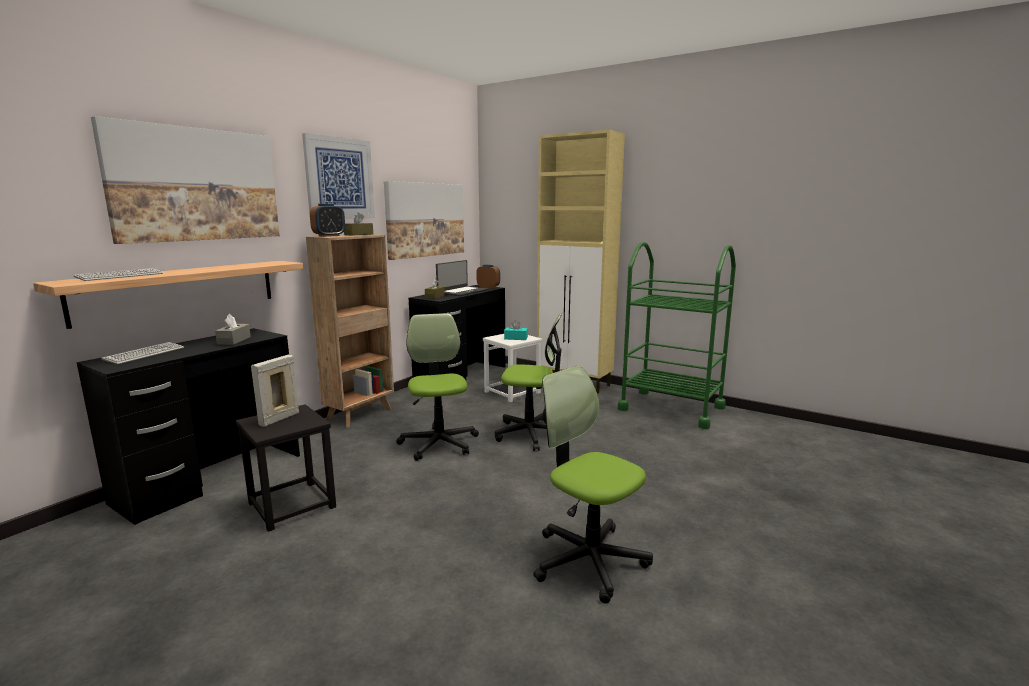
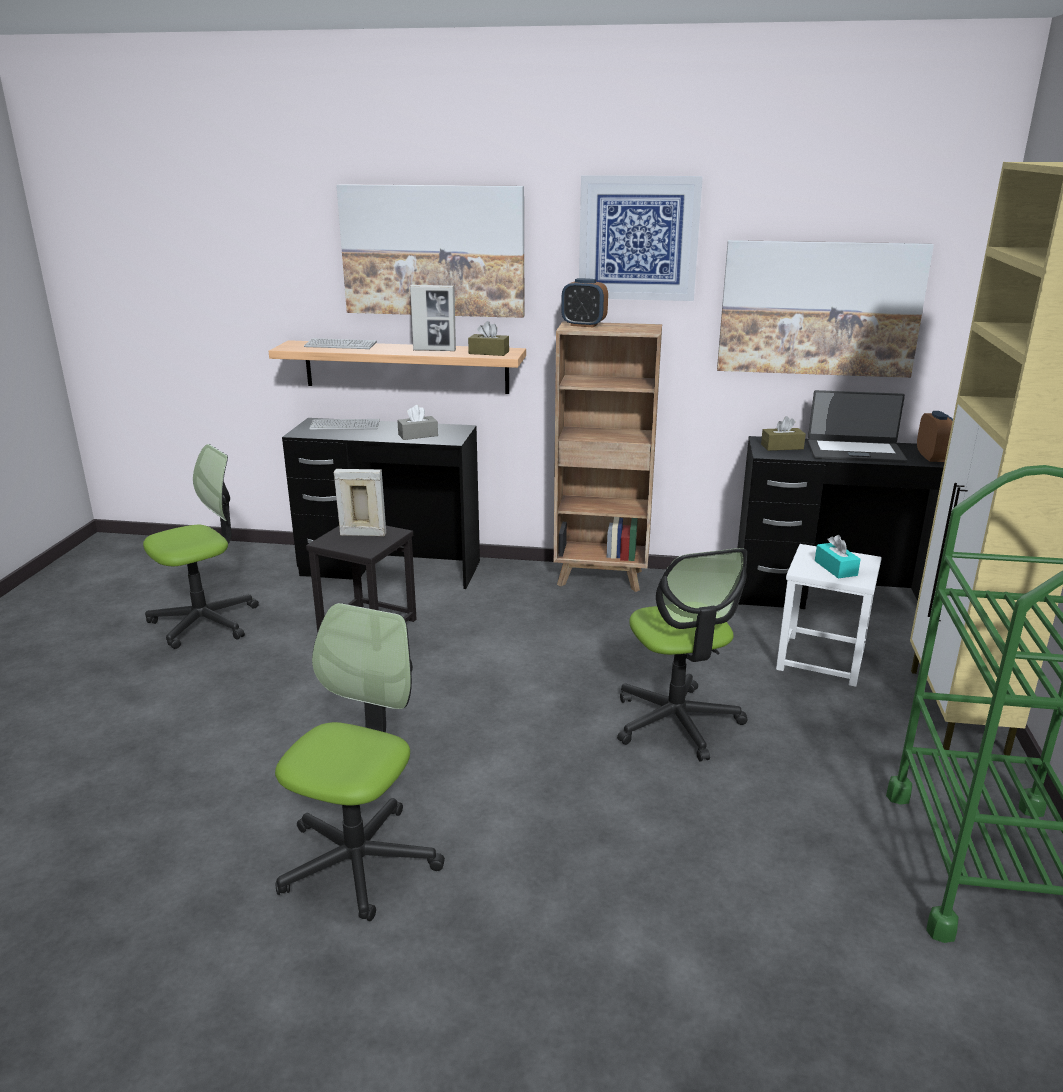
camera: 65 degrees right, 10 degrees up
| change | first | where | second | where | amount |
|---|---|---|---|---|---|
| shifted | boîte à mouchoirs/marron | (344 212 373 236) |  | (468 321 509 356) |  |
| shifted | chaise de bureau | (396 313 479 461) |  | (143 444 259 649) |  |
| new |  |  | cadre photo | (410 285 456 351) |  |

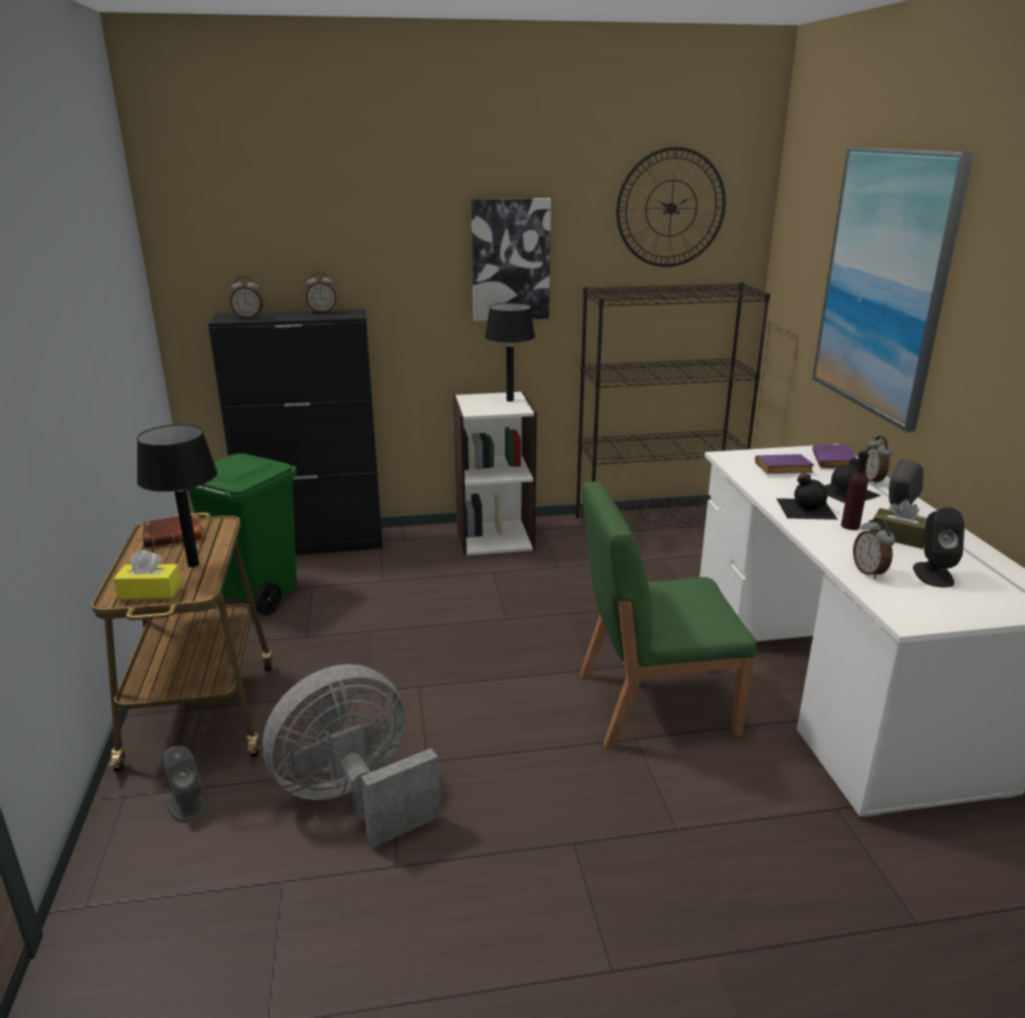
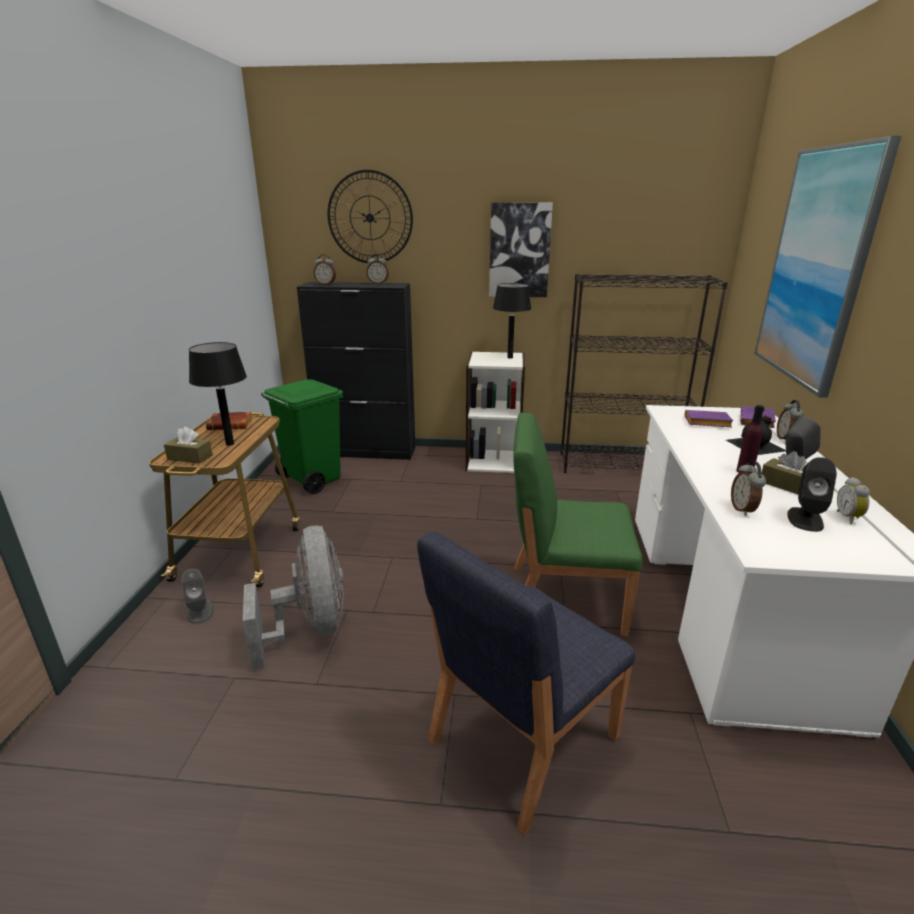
camera: 15 degrees right, 0 degrees up
| change | first | where | second | where | amount |
|---|---|---|---|---|---|
| repainted | boîte à mouchoirs/jaune | (113 550 182 599) | boîte à mouchoirs/marron | (164 427 213 464) |  |
| rotated | ventilateur/gris | (263 664 441 847) |  | (243 526 344 669) | 90 degrees clockwise |
| shifted | horloge murale | (616 147 726 267) |  | (327 170 413 263) |  |
| gone | bouteille/noir | (776 473 838 520) |  |  |  |
| new |  |  | chaise/bleu | (417 532 635 835) |  |
| new |  |  | réveil | (837 477 870 524) |  |

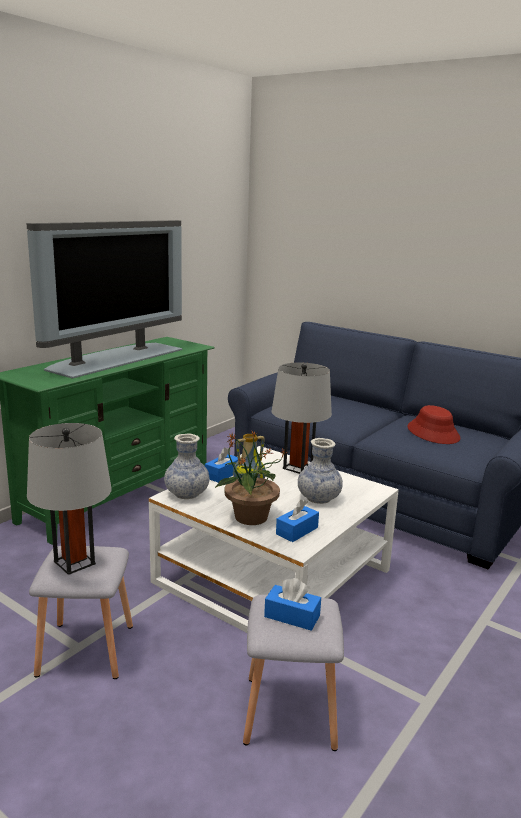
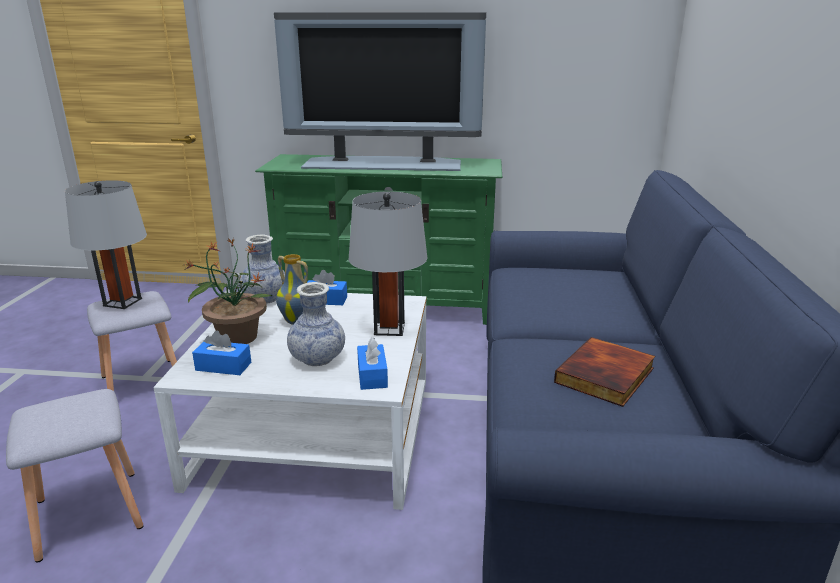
camera: 60 degrees right, 5 degrees up
| change | first | where | second | where | amount |
|---|---|---|---|---|---|
| shifted | boîte à mouchoirs/bleu | (264 578 321 631) |  | (357 337 388 390) |  |
| swapped | chapeau/rouge | (407 405 461 444) | livre | (554 337 655 407) |  |

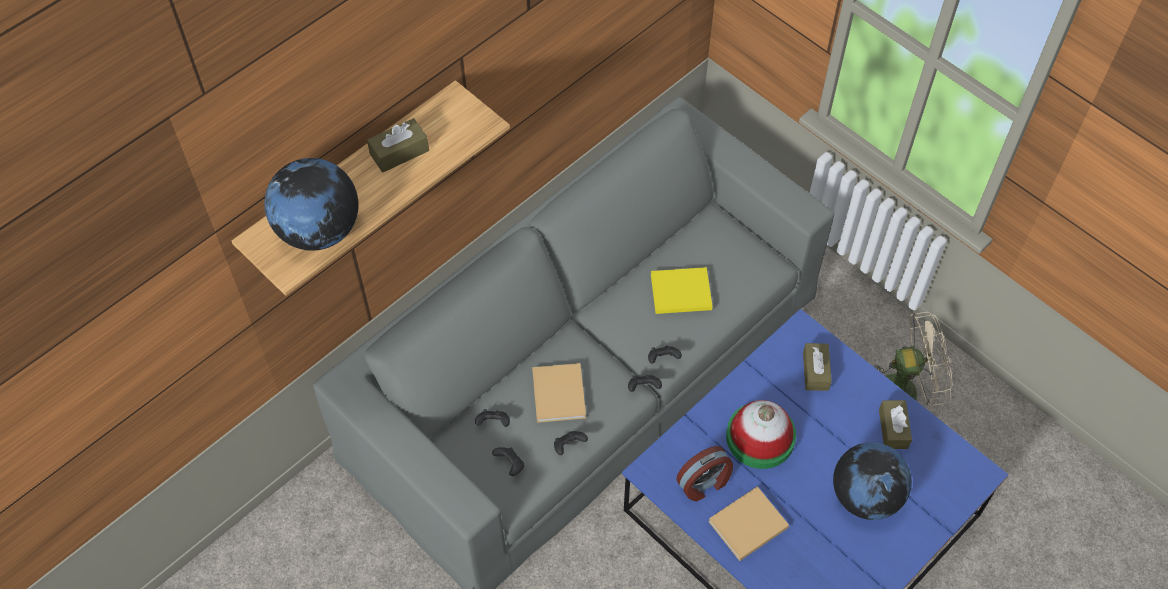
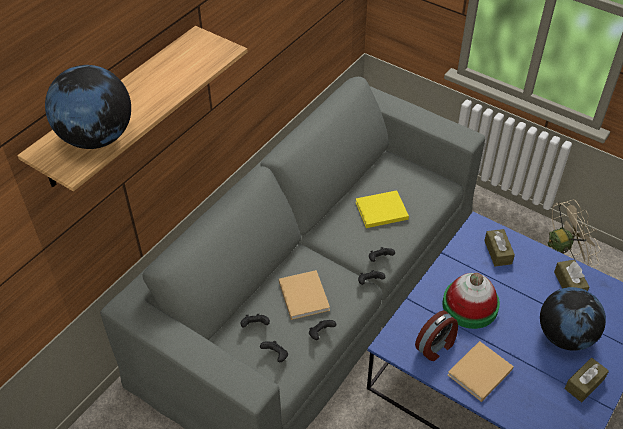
camera: 10 degrees left, 10 degrees down
| change | first | where | second | where | amount |
|---|---|---|---|---|---|
| shifted | boîte à mouchoirs/marron | (367 118 429 173) |  | (564 358 609 402) |  |

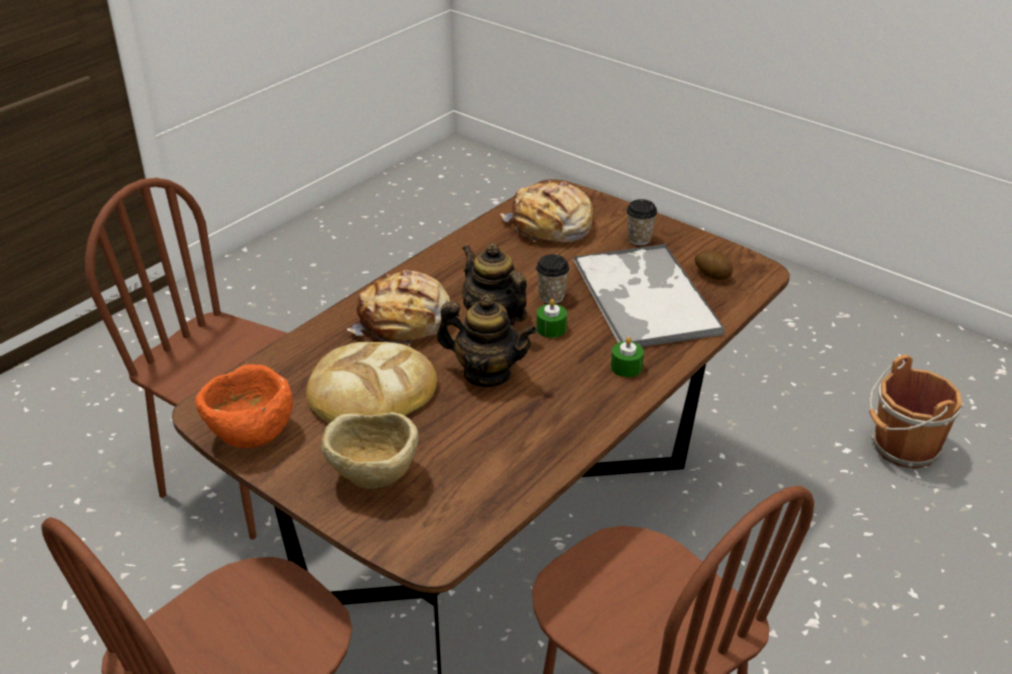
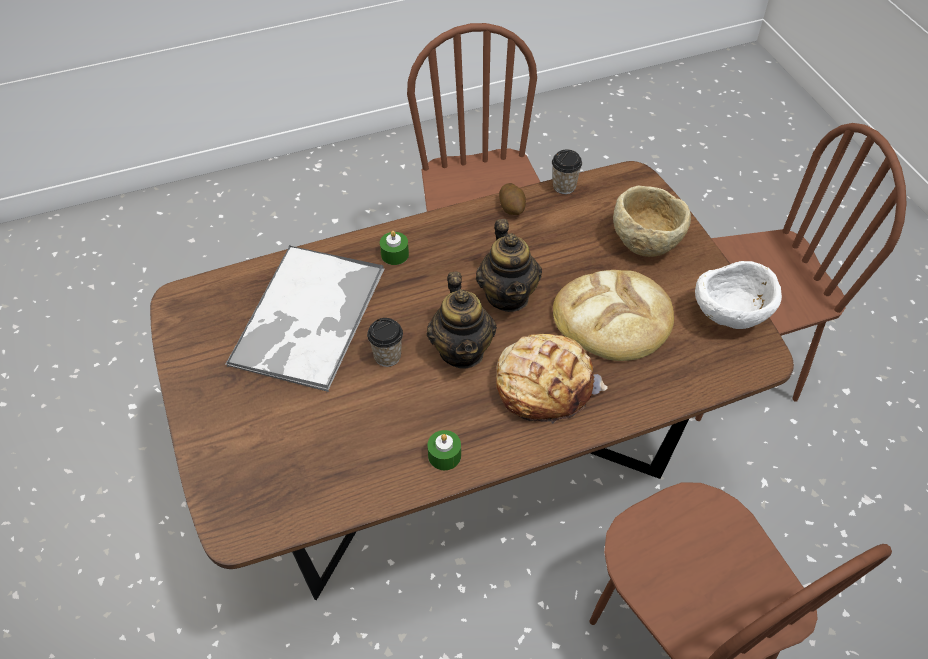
camera: 150 degrees left, 15 degrees up
| change | first | where | second | where | amount |
|---|---|---|---|---|---|
| repainted | bol/orange | (195 364 293 448) | bol/blanc | (695 261 782 329) |  |
| rotated | théière | (436 295 537 387) |  | (476 219 542 312) | 150 degrees counterclockwise |
| gone | pain | (500 180 593 243) |  |  |  |
| shifted | bougie/vert | (536 299 567 338) |  | (427 430 461 470) |  |
| shifted | tasse | (626 199 657 245) |  | (552 149 582 194) |  |
| shifted | pomme de terre | (695 250 733 280) |  | (499 183 526 215) |  |
| gone | seau/marron | (869 355 964 469) |  |  |  |

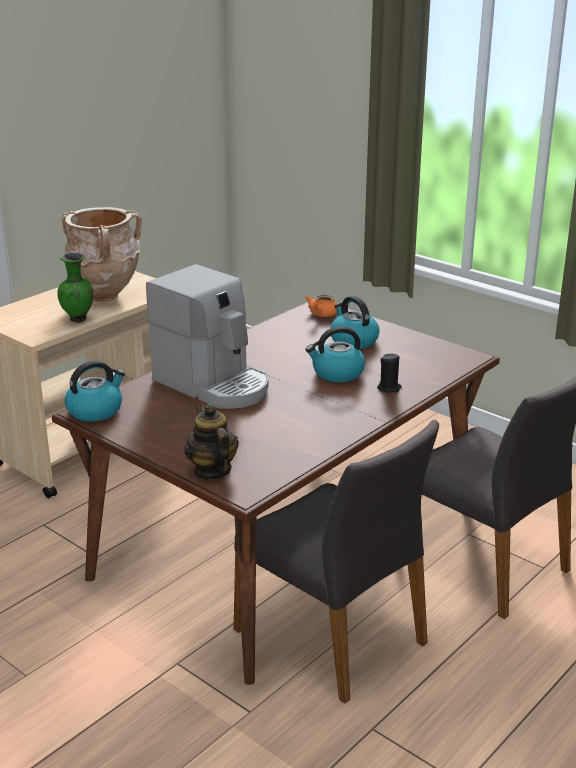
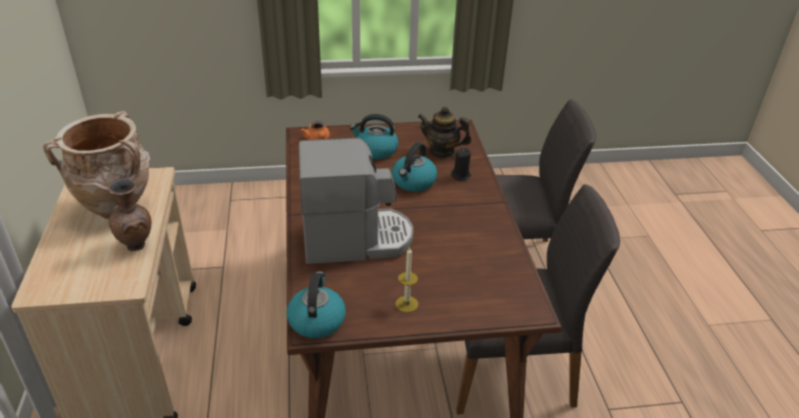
camera: 50 degrees left, 10 degrees up
| change | first | where | second | where | amount |
|---|---|---|---|---|---|
| repainted | vase/vert | (57 253 94 323) | vase/marron | (108 179 151 251) |  |
| shifted | théière | (184 404 239 480) |  | (418 107 471 158) |  |
| new |  |  | bougie | (396 247 418 313) |  |

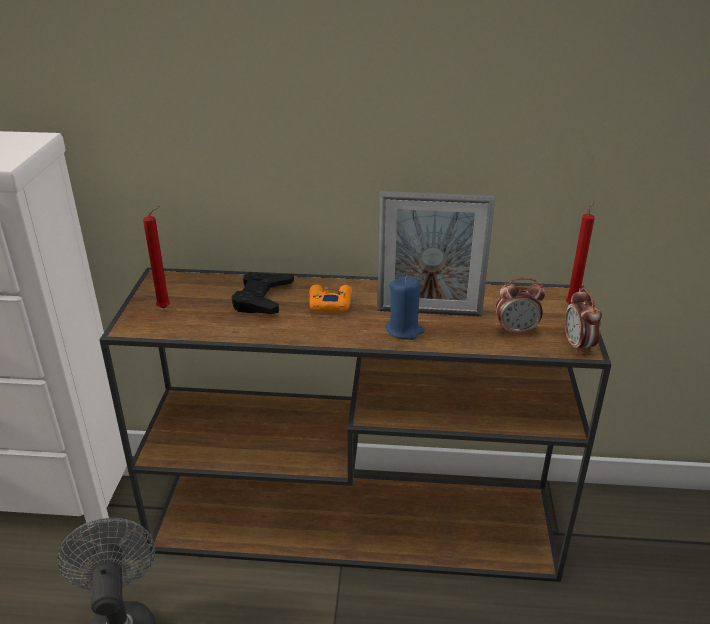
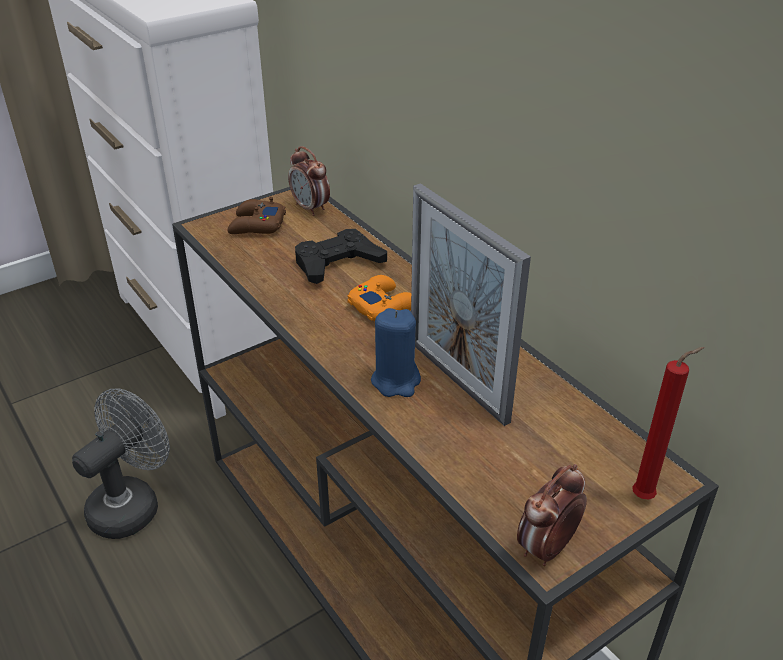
camera: 50 degrees right, 5 degrees up
| change | first | where | second | where | amount |
|---|---|---|---|---|---|
| swapped | bougie/rouge | (143 206 170 308) | manette/marron | (227 197 286 234) |  |
| shifted | réveil | (496 277 545 335) |  | (288 146 330 216) |  |

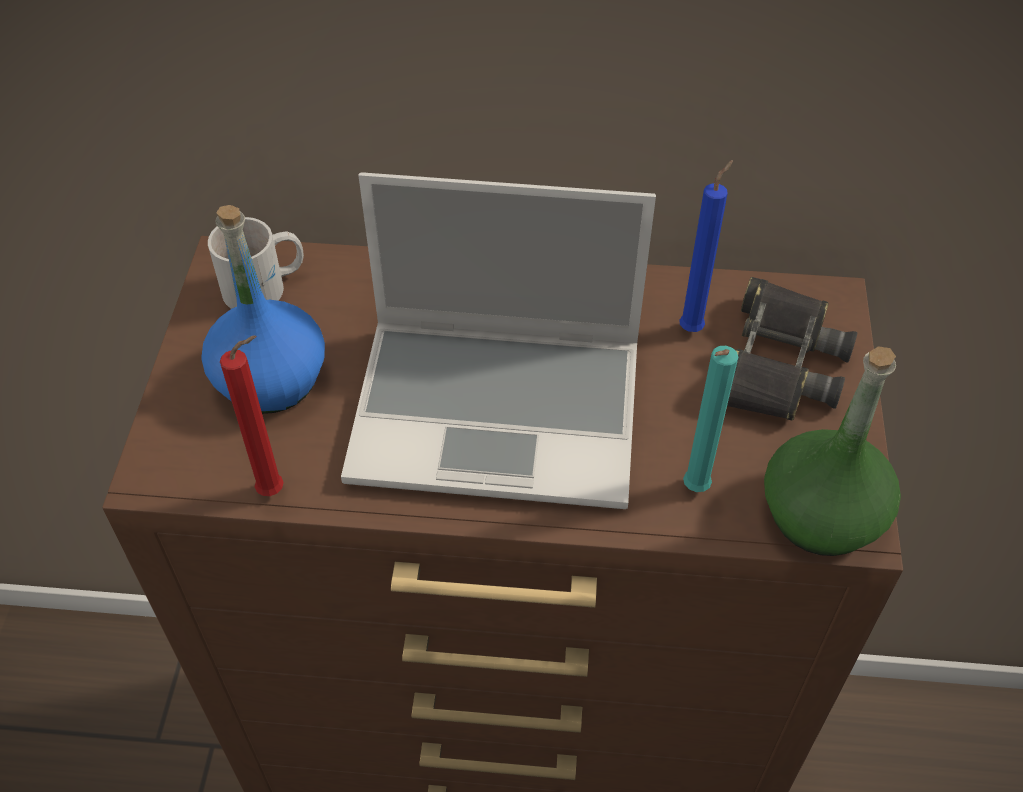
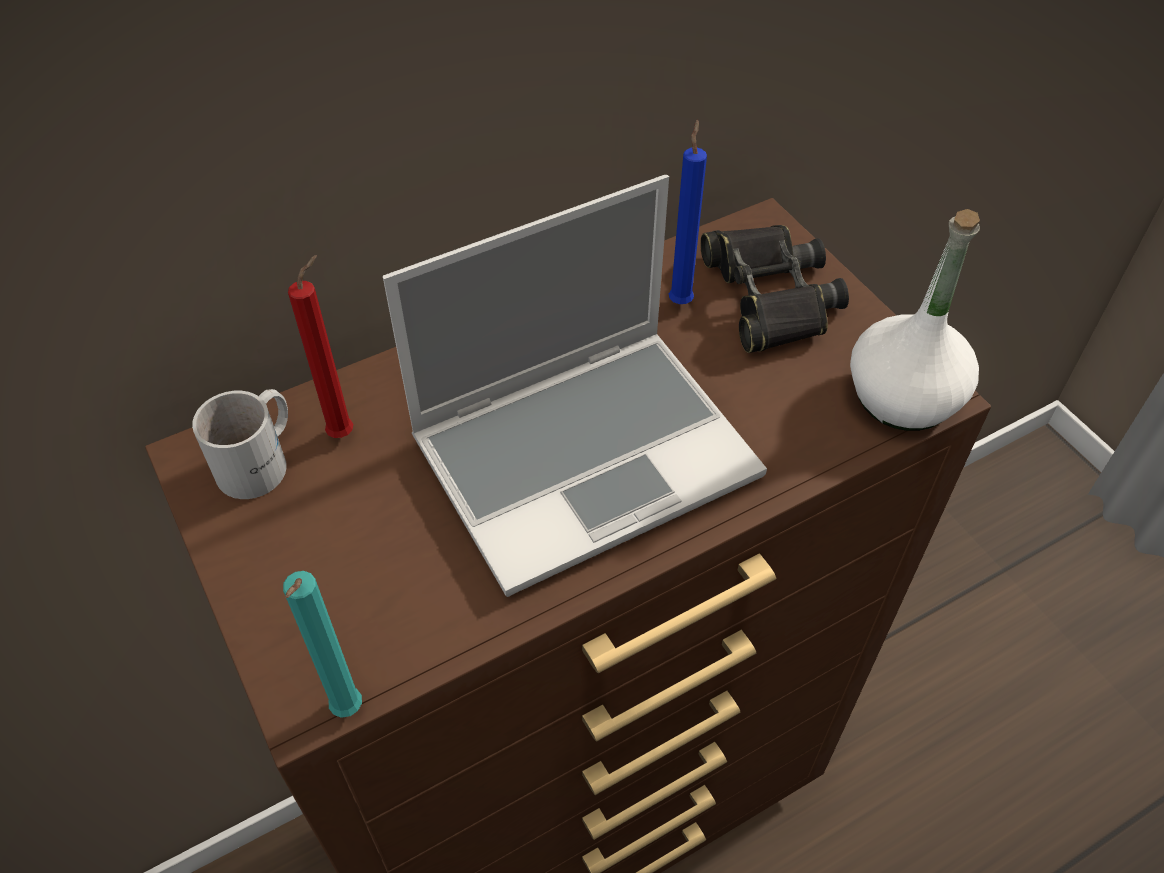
camera: 35 degrees left, 0 degrees up
| change | first | where | second | where | amount |
|---|---|---|---|---|---|
| gone | bouteille/bleu | (201 205 325 414) |  |  |  |
| shifted | bougie/rouge | (220 335 284 496) |  | (288 255 353 438) |  |
| shifted | bougie/turquoise | (683 346 738 492) |  | (283 571 362 718) |  |
| repainted | bouteille/vert | (764 346 901 556) | bouteille/blanc | (850 209 980 431) |  |

